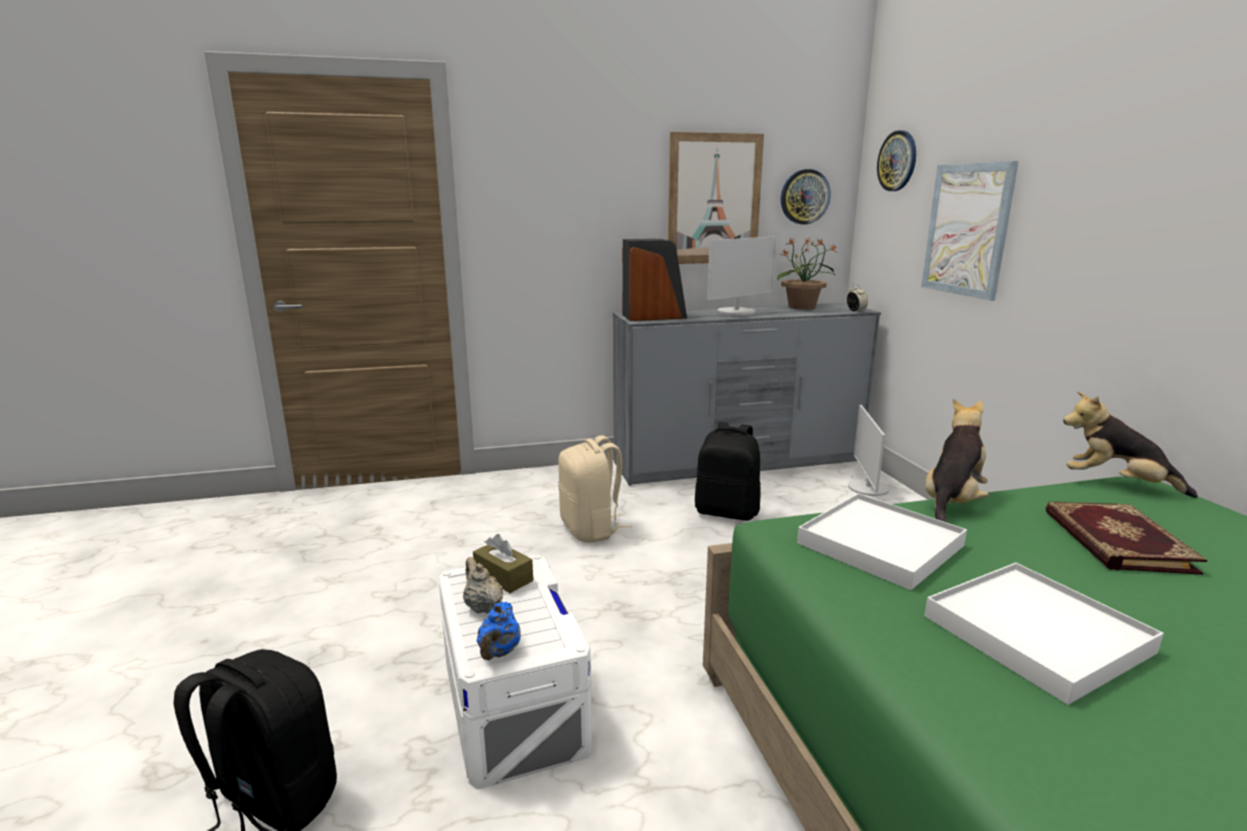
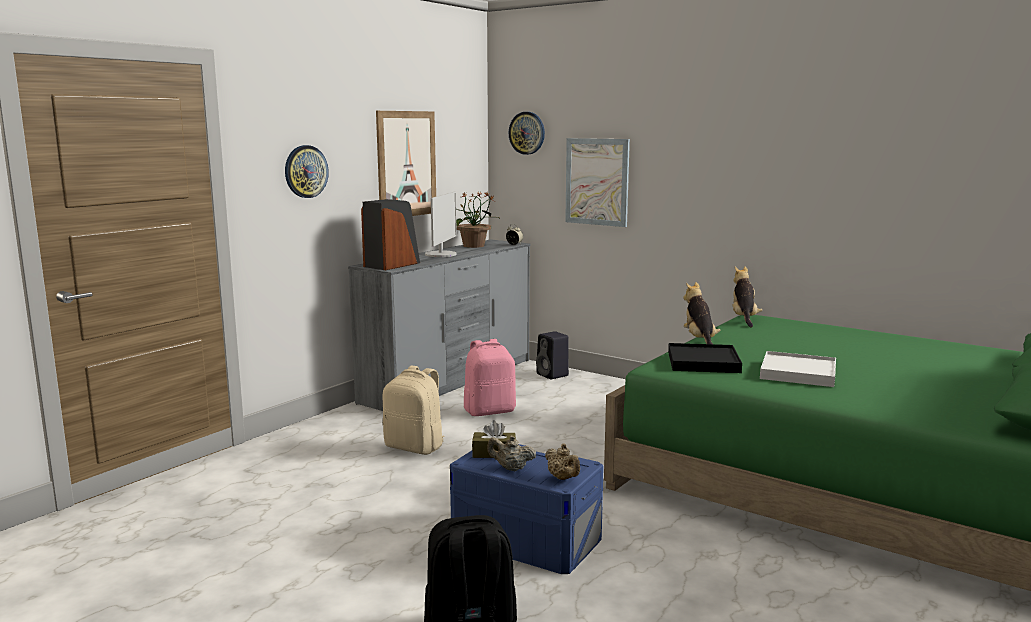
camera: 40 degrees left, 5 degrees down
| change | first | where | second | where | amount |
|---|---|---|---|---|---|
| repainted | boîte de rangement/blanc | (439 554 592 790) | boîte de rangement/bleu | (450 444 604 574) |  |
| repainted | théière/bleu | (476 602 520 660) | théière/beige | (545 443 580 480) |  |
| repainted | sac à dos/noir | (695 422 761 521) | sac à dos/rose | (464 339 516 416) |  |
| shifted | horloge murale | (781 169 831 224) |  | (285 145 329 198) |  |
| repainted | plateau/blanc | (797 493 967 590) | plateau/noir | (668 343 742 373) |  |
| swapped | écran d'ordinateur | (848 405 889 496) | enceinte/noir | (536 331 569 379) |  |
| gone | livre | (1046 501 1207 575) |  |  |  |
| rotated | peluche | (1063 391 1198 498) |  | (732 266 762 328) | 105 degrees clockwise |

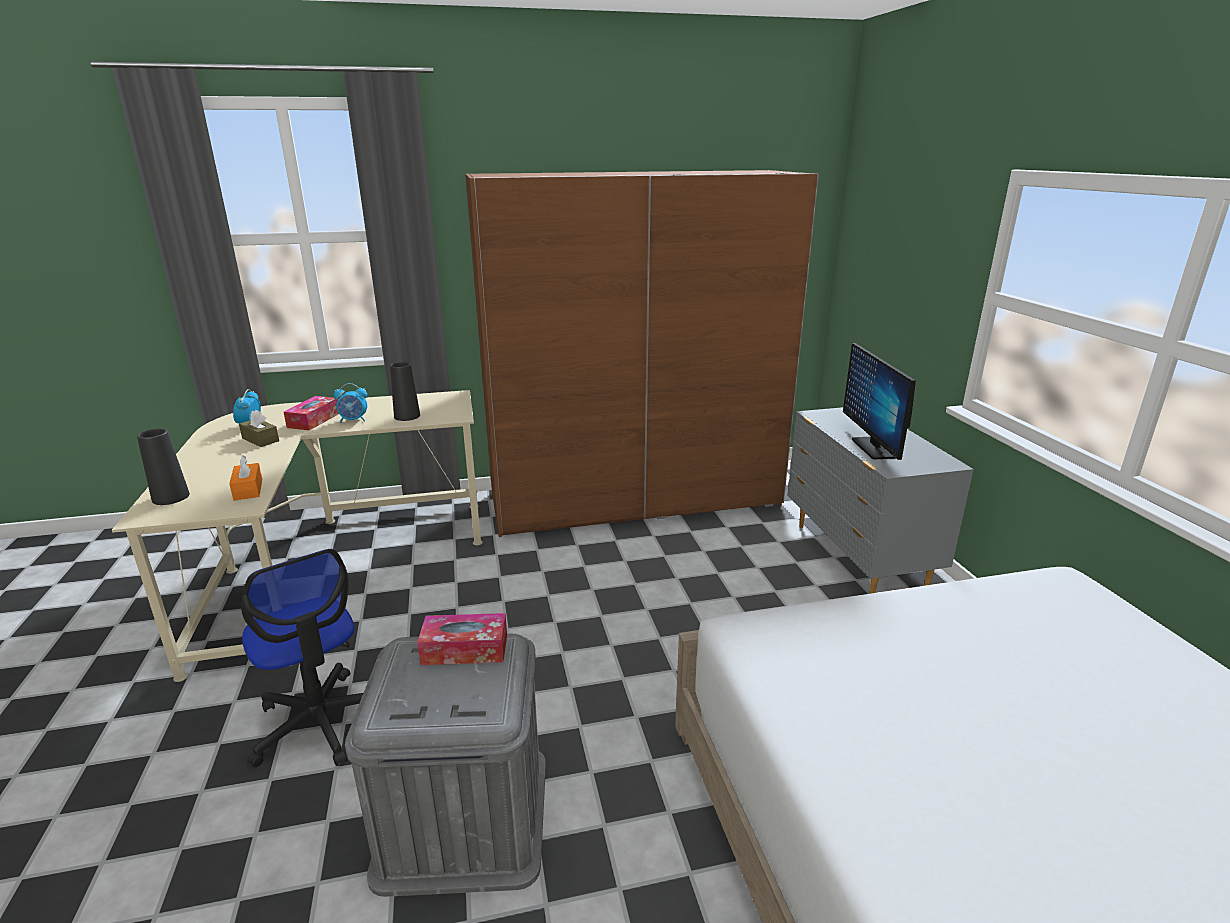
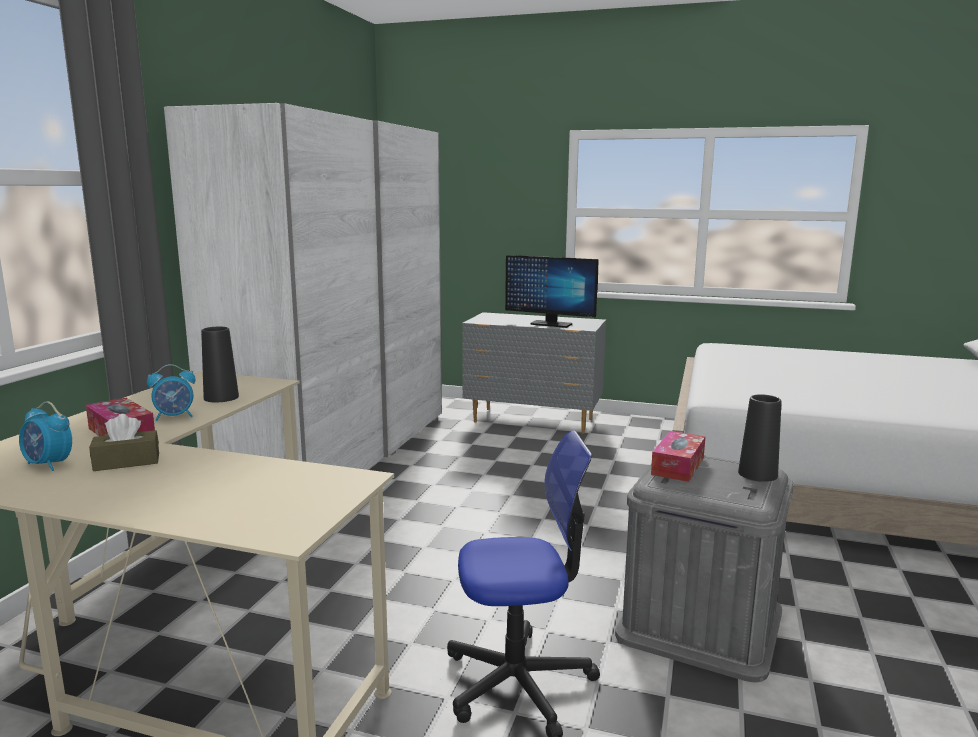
camera: 60 degrees left, 10 degrees down
| change | first | where | second | where | amount |
|---|---|---|---|---|---|
| shifted | vase/noir | (137 429 190 505) |  | (738 394 781 482) |  |
| gone | boîte à mouchoirs/orange | (229 455 262 501) |  |  |  |
| rotated | réveil | (334 383 367 423) |  | (147 364 195 421) | 45 degrees clockwise |
| repainted | armoire/marron | (465 170 819 537) | armoire/blanc | (164 103 442 470) |  |

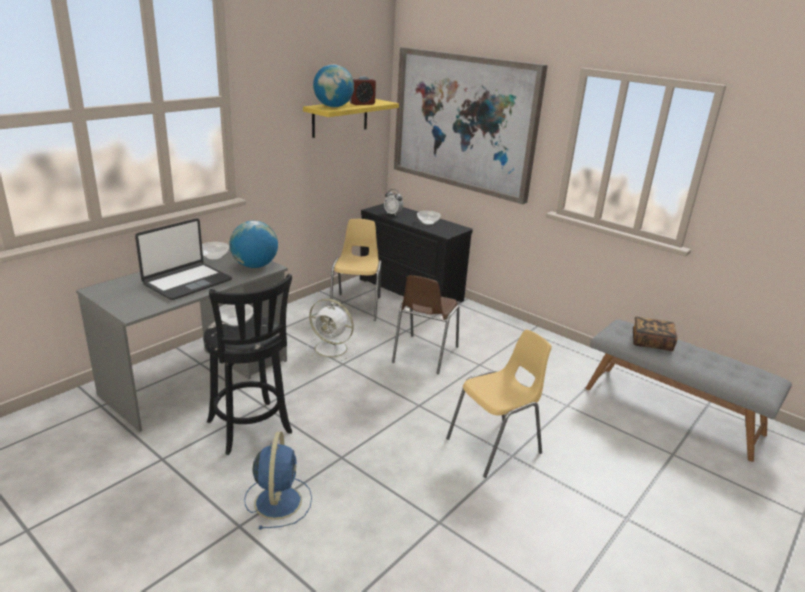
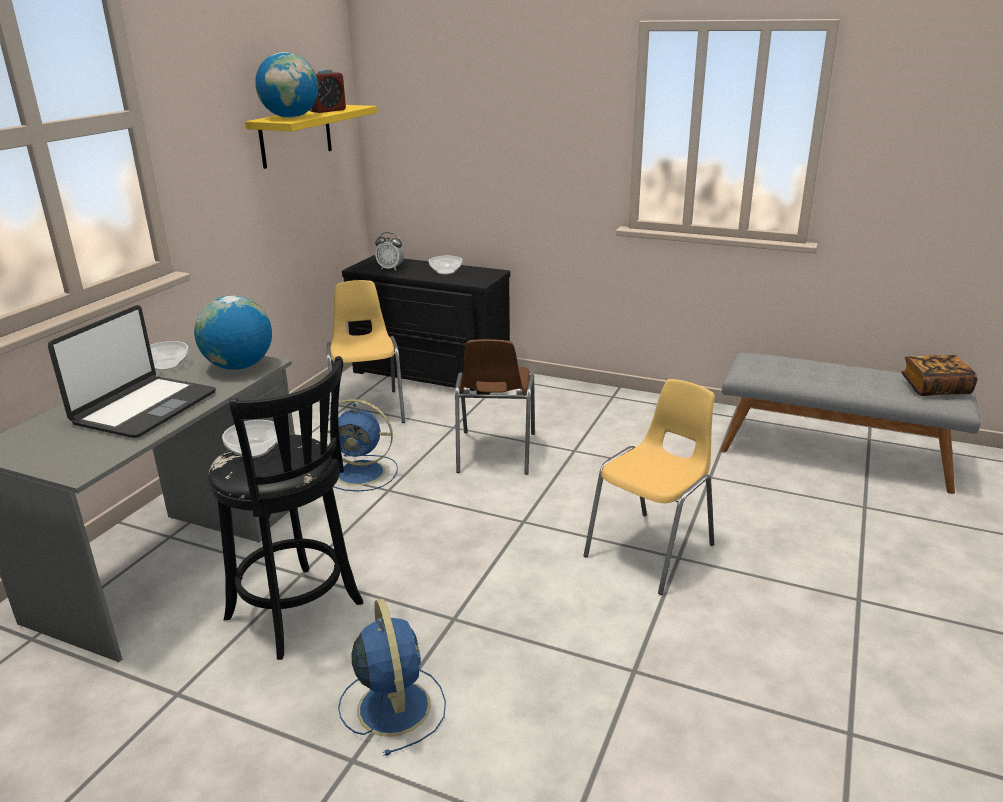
camera: 15 degrees left, 0 degrees up
| change | first | where | second | where | amount |
|---|---|---|---|---|---|
| repainted | ventilateur/blanc | (307 299 357 362) | ventilateur/bleu | (327 399 398 491) |  |
| gone | tableau | (394 47 548 204) |  |  |  |
| shifted | livre | (633 316 677 351) |  | (901 355 978 396) |  |

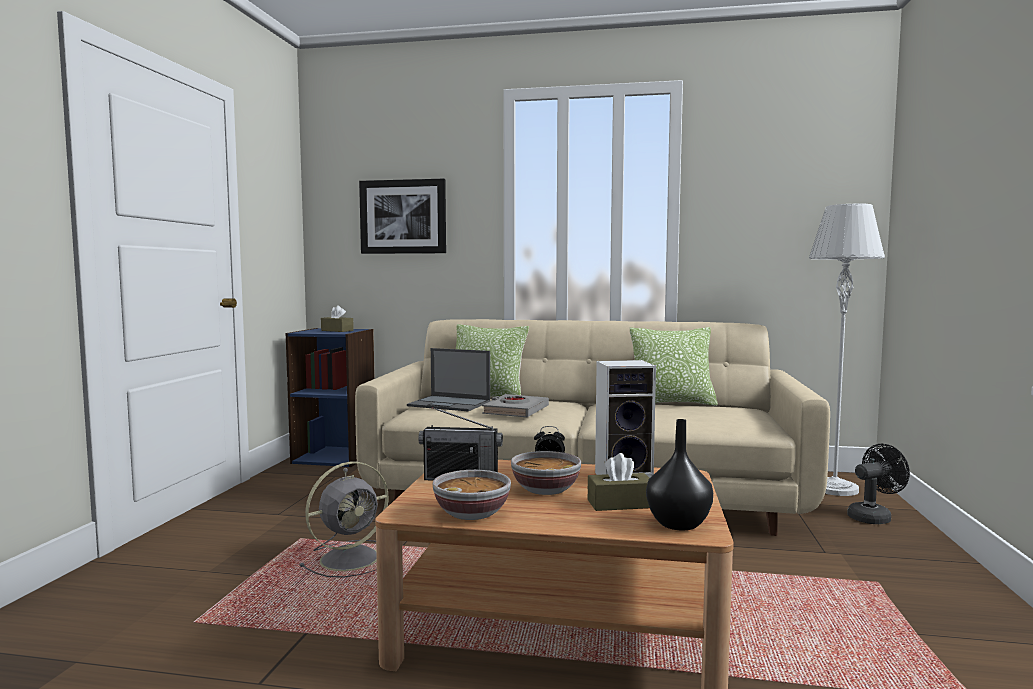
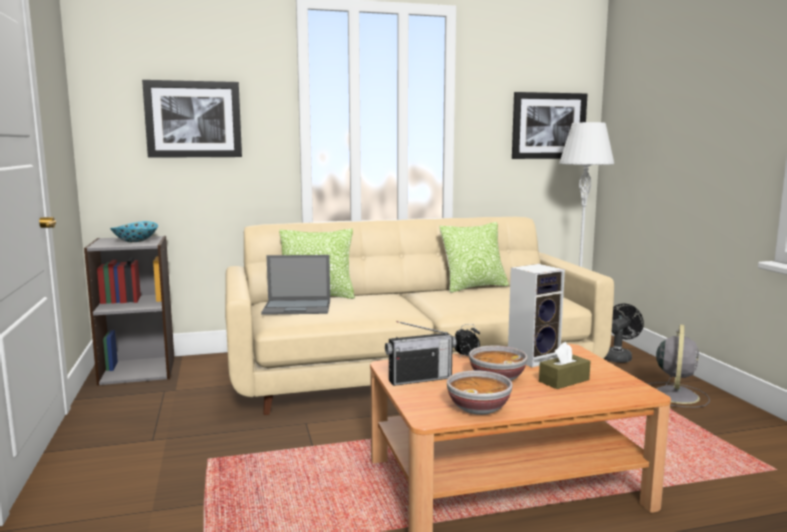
camera: 25 degrees left, 5 degrees up
| change | first | where | second | where | amount |
|---|---|---|---|---|---|
| repainted | bibliothèque/bleu | (286 328 374 467) | bibliothèque/gris | (84 236 174 385) |  |
| shifted | ventilateur/gris | (299 462 389 578) |  | (648 324 710 408) |  |
| swapped | boîte à mouchoirs/marron | (321 305 354 332) | bol | (110 221 158 242) |  |
| gone | livre/gris | (482 394 549 417) |  |  |  |
| gone | vase/noir | (646 419 713 530) |  |  |  |
| new |  |  | tableau | (512 92 587 159) |  |

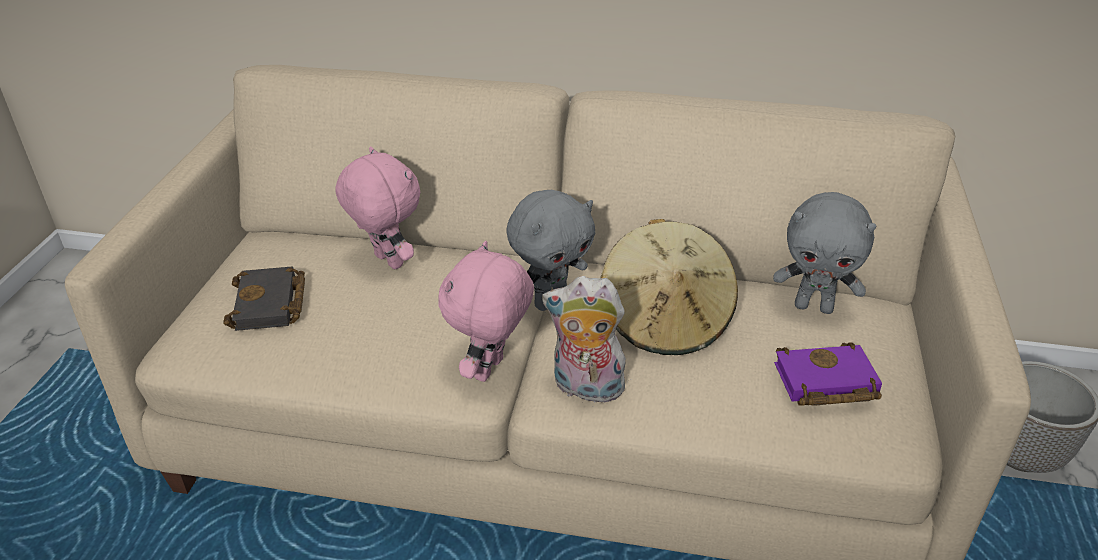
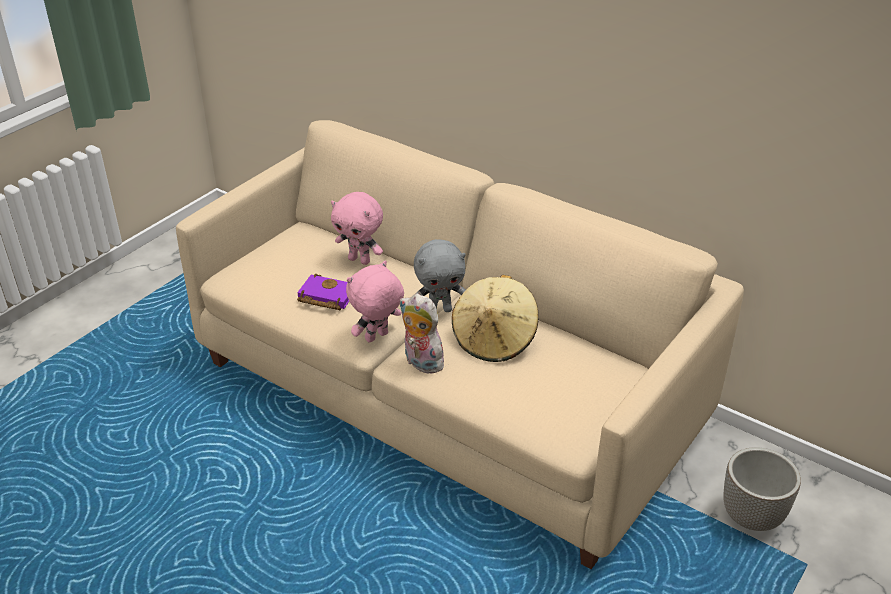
camera: 25 degrees right, 0 degrees up
| change | first | where | second | where | amount |
|---|---|---|---|---|---|
| gone | livre/noir | (223 267 305 331) |  |  |  |
| rotated | peluche/rose | (335 146 421 270) |  | (331 192 383 265) | 135 degrees clockwise |
| gone | peluche/gris | (773 192 877 314) |  |  |  |
| shifted | livre/violet | (774 342 882 406) |  | (297 274 349 310) |  |

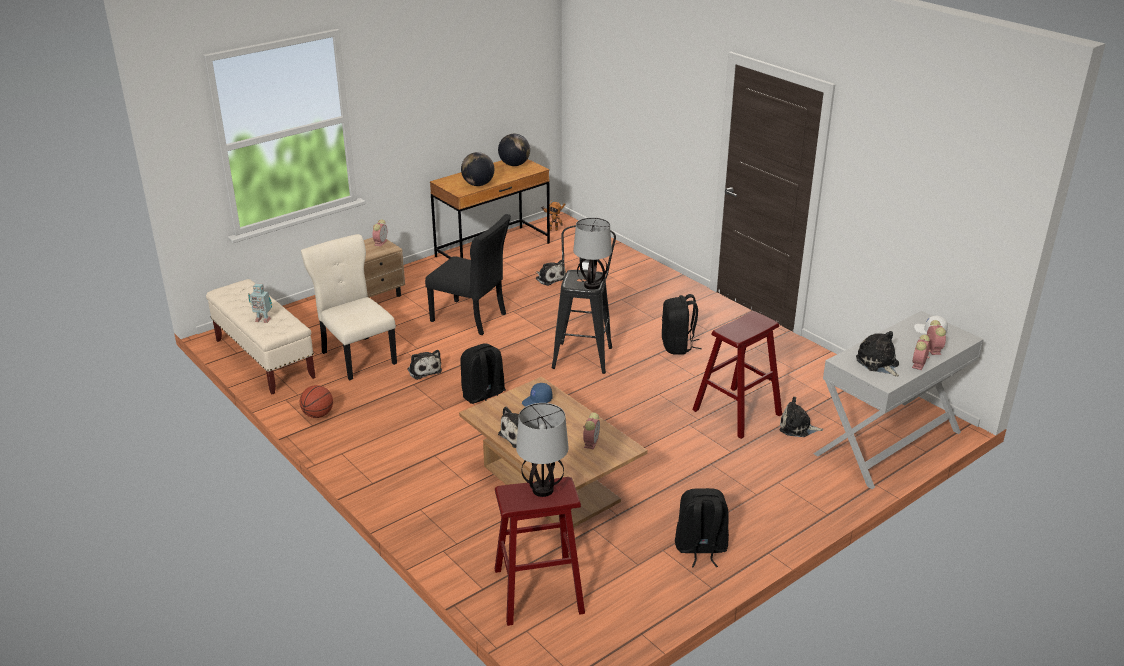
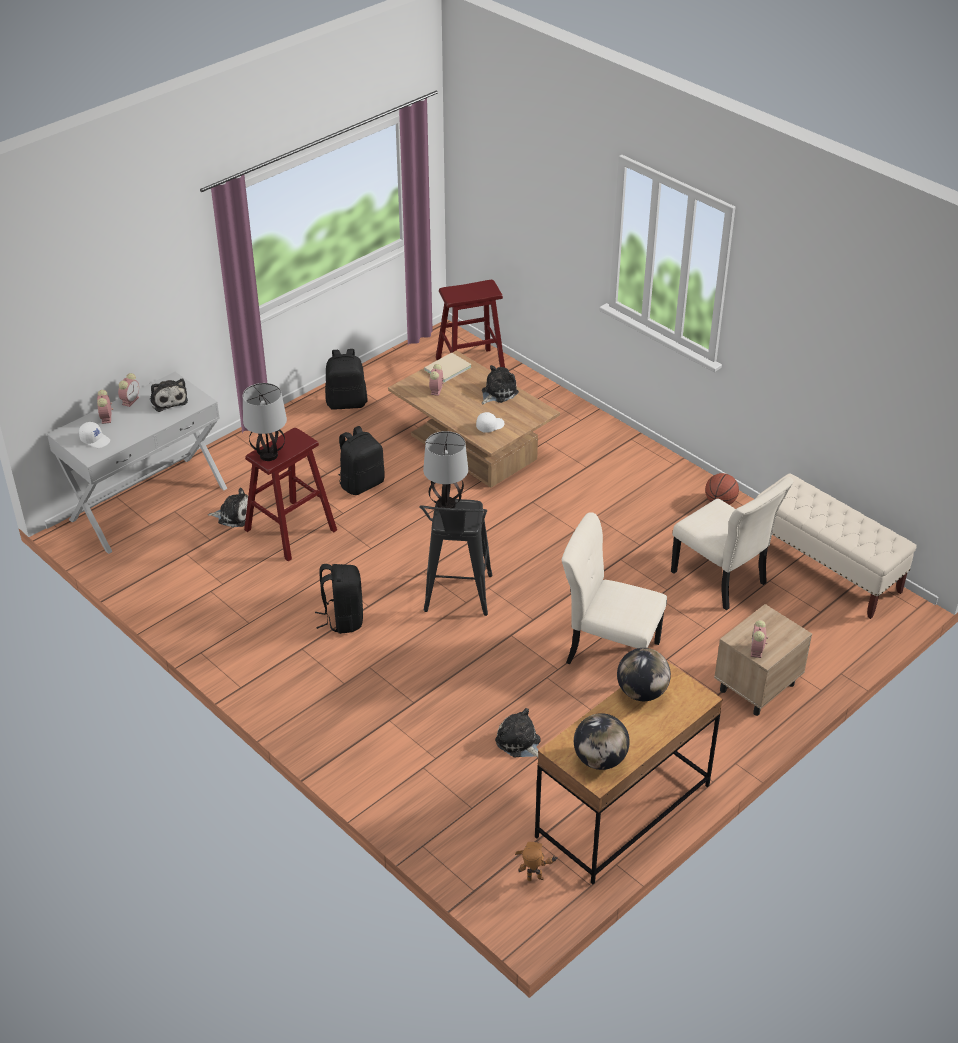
camera: 175 degrees right, 10 degrees up
| change | first | where | second | where | amount |
|---|---|---|---|---|---|
| gone | robot jouet | (248 283 272 323) |  |  |  |
| gone | peluche | (408 350 442 380) |  |  |  |
| repainted | chaise/noir | (425 214 511 335) | chaise/beige | (562 513 667 664) |  |
| shifted | sac à dos/noir | (460 343 506 404) |  | (339 426 385 495) |  |
| shifted | lampe de table | (516 403 569 497) |  | (243 383 287 461) |  |
| repainted | casquette/bleu | (522 383 552 407) | casquette/blanc | (476 412 504 433) |  |
| new |  |  | livre/beige | (424 353 472 383) |  |

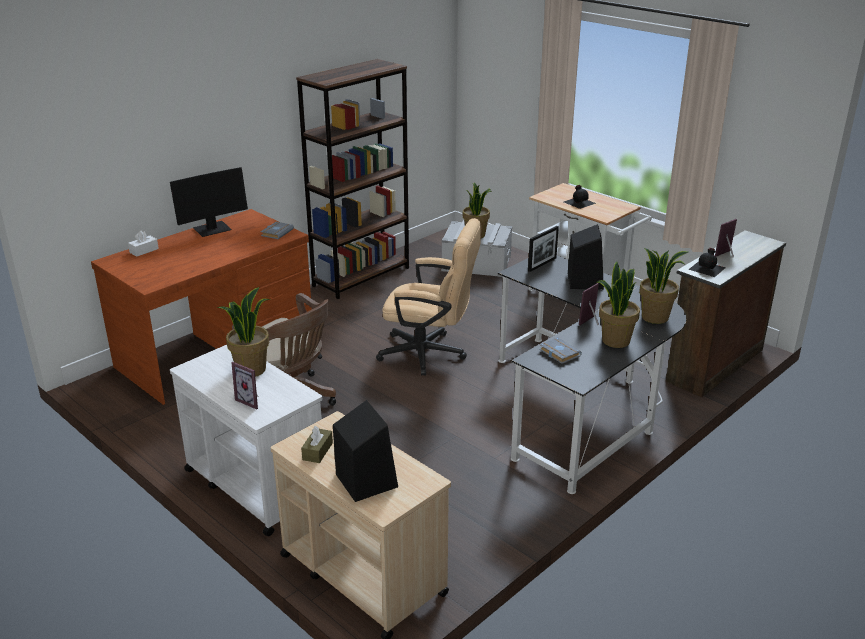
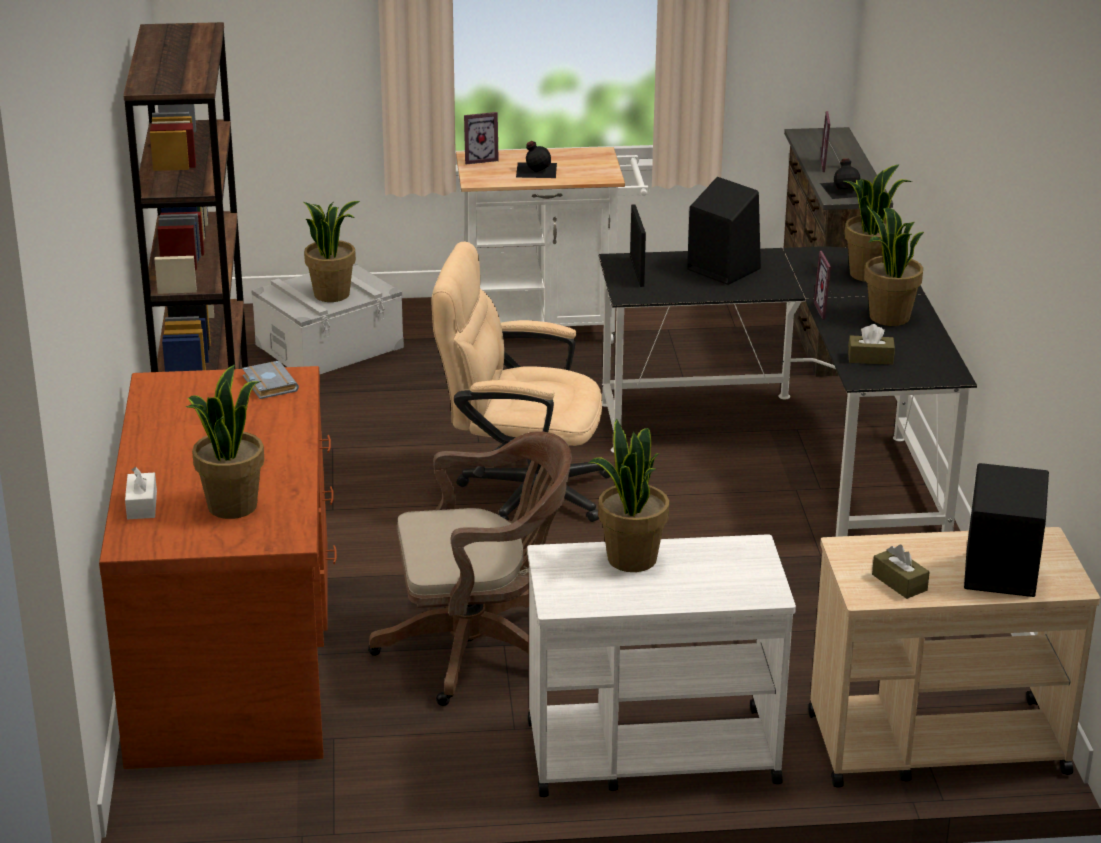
camera: 50 degrees left, 0 degrees up
| change | first | where | second | where | amount |
|---|---|---|---|---|---|
| gone | écran d'ordinateur | (170 167 248 237) |  |  |  |
| shifted | cadre photo | (231 362 259 410) |  | (464 112 499 164) |  |
| rotated | chaise de bureau/beige | (376 218 481 376) |  | (432 242 611 522) | 135 degrees counterclockwise |
| swapped | livre/gris | (539 337 582 364) | boîte à mouchoirs/marron | (848 324 895 365) |  |
| new |  |  | plante en pot | (186 365 264 519) |  |

